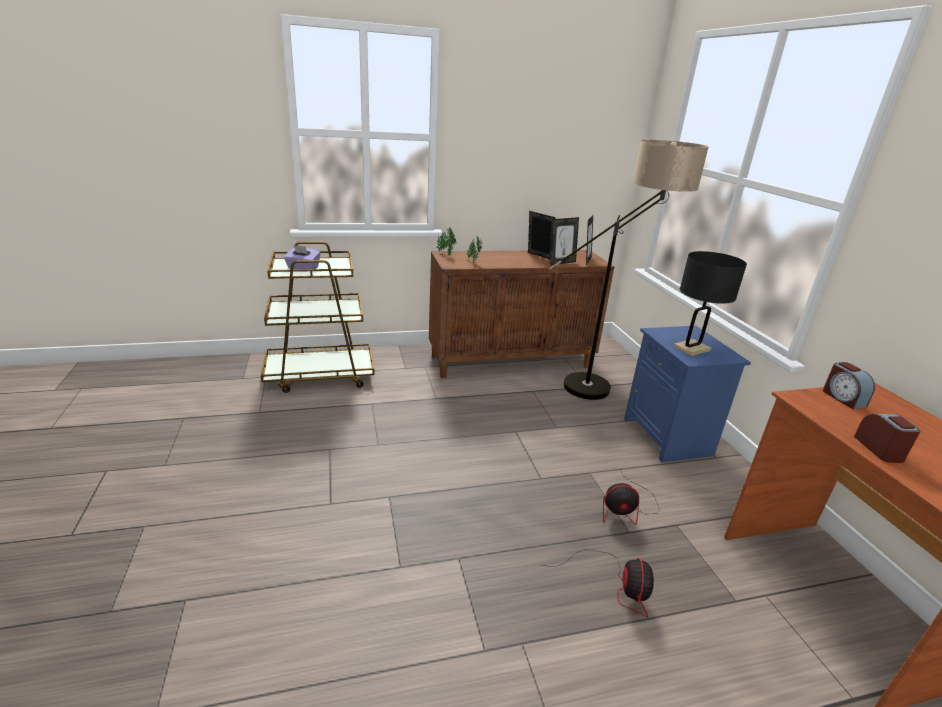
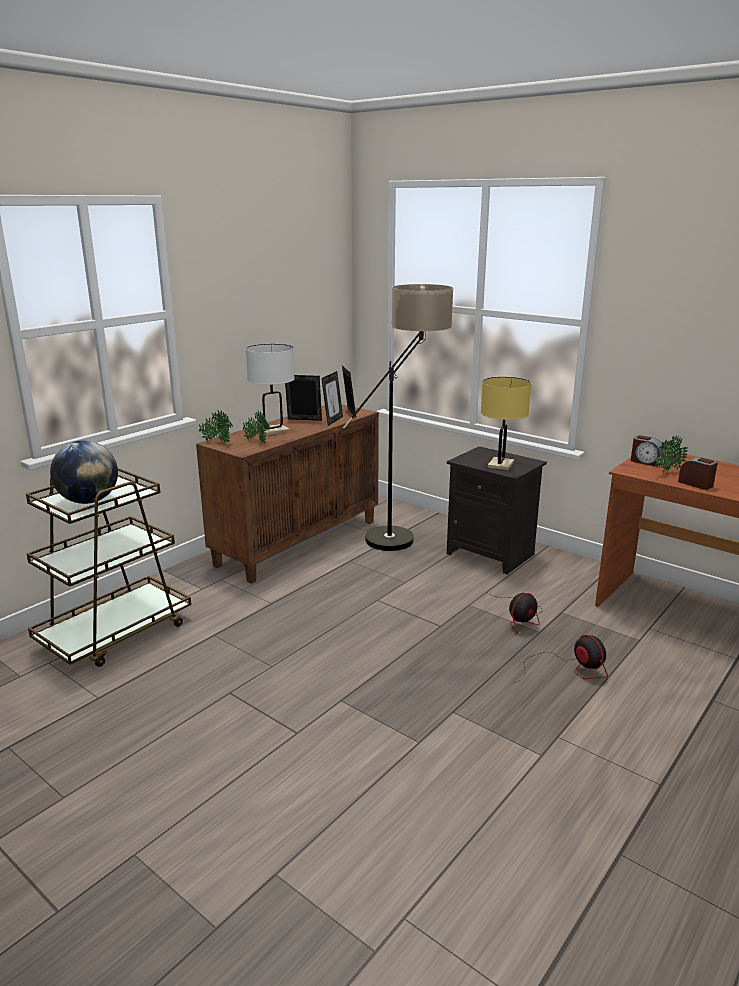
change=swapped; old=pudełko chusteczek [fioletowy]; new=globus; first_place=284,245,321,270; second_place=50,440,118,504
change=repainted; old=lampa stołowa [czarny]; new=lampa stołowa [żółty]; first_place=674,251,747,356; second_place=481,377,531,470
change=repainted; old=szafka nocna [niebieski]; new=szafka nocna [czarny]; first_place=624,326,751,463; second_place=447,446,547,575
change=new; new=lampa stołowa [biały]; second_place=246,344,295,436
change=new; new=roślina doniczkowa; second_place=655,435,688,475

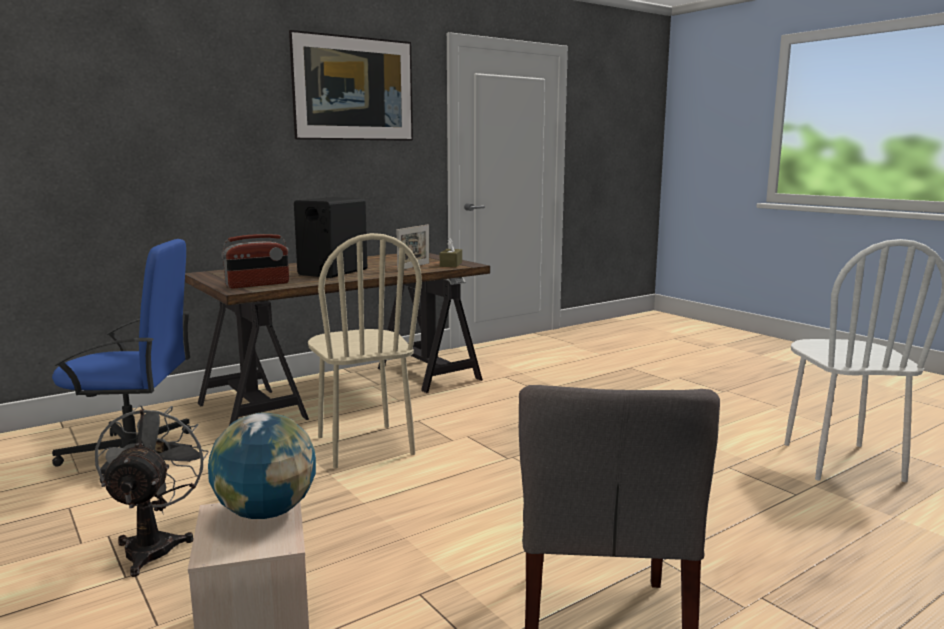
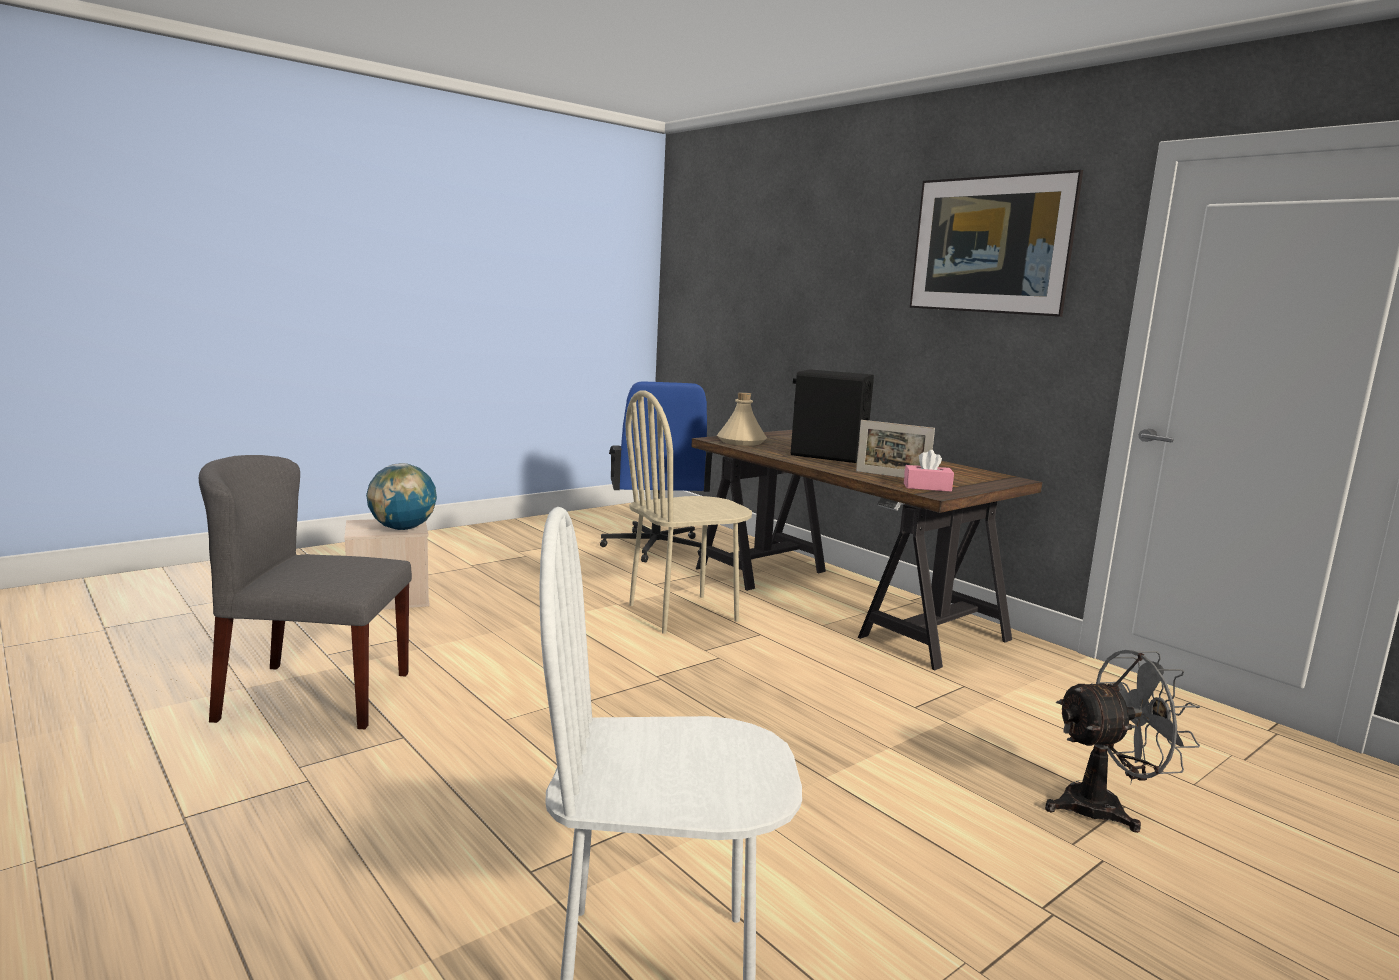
change=swapped; old=radio; new=butelka [beżowy]; first_place=221,234,289,289; second_place=717,392,767,446
change=repainted; old=pudełko chusteczek [brązowy]; new=pudełko chusteczek [różowy]; first_place=440,238,462,267; second_place=904,450,954,492
change=shifted; old=wentylator [szary]; first_place=95,405,209,577; second_place=1045,650,1200,833

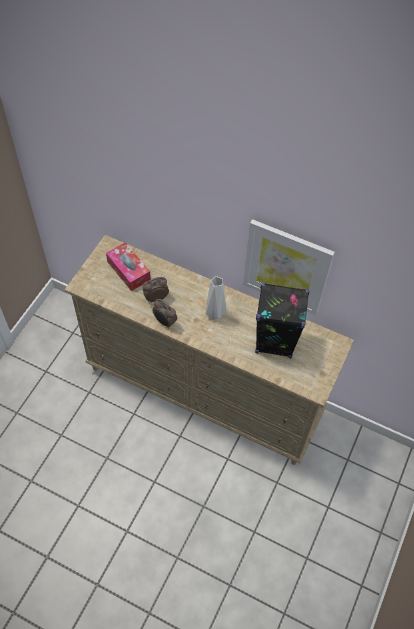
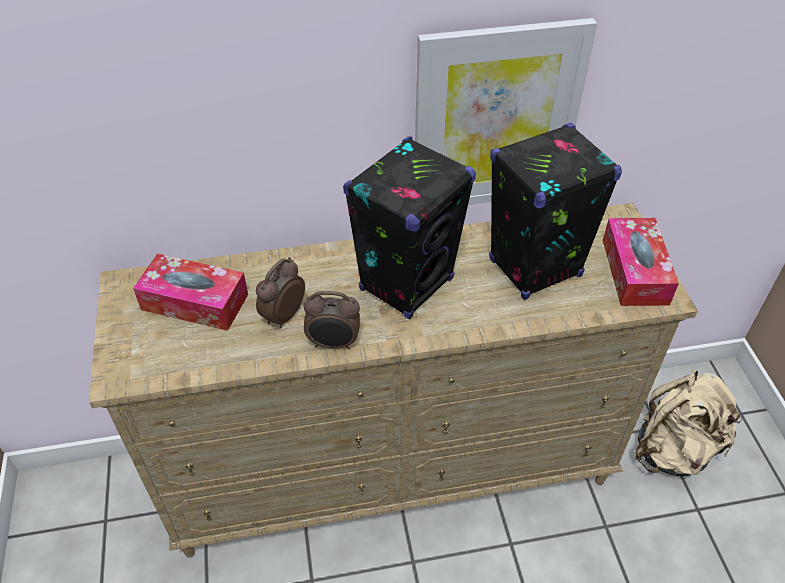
change=swapped; old=wazon [szary]; new=głośnik [czarny]; first_place=206,276,227,320; second_place=343,137,476,319
change=new; new=pudełko chusteczek; second_place=603,218,679,306
change=new; new=plecak [beżowy]; second_place=635,369,743,476

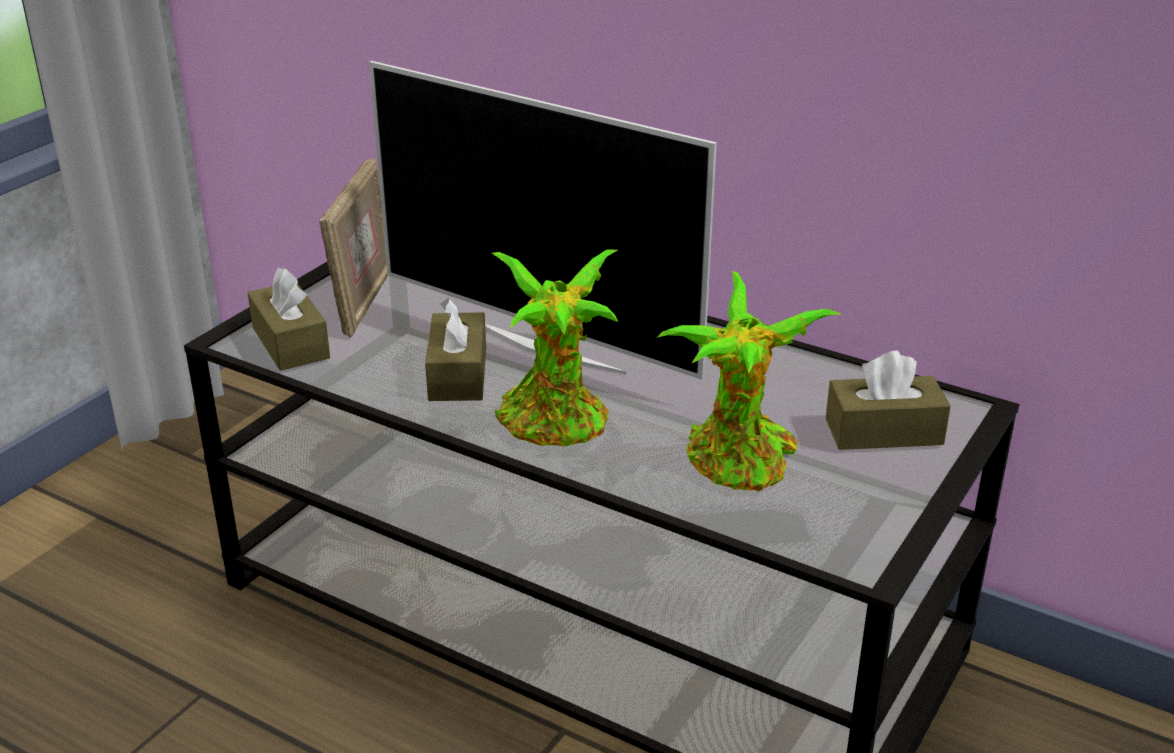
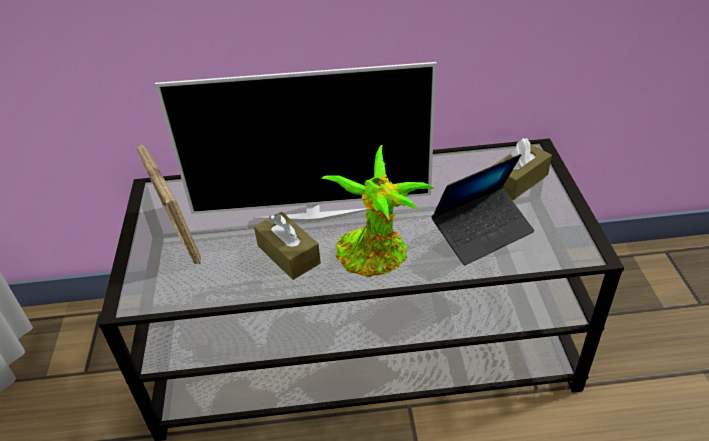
change=gone; old=pudełko chusteczek [brązowy]; first_place=248,268,330,371
change=swapped; old=roślina doniczkowa; new=laptop; first_place=656,271,842,492; second_place=431,154,534,265

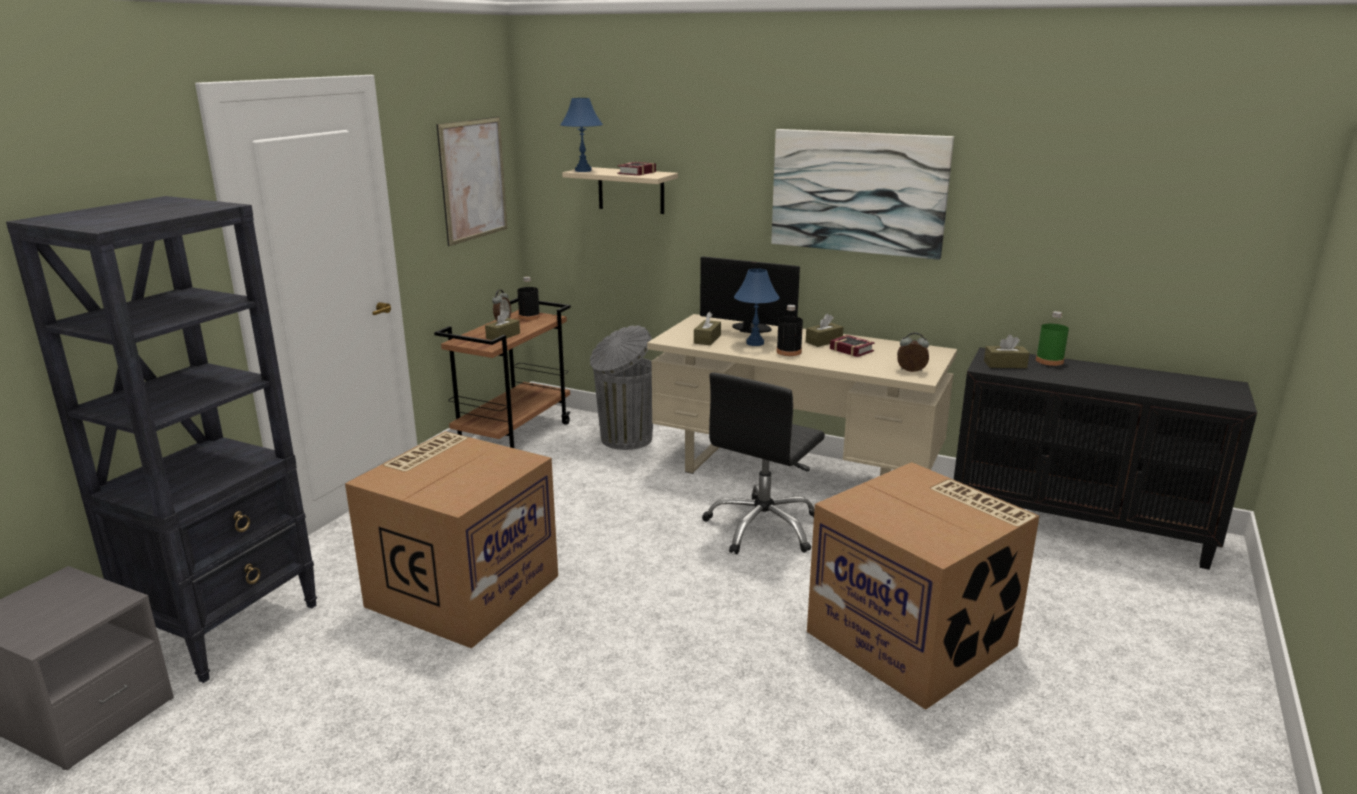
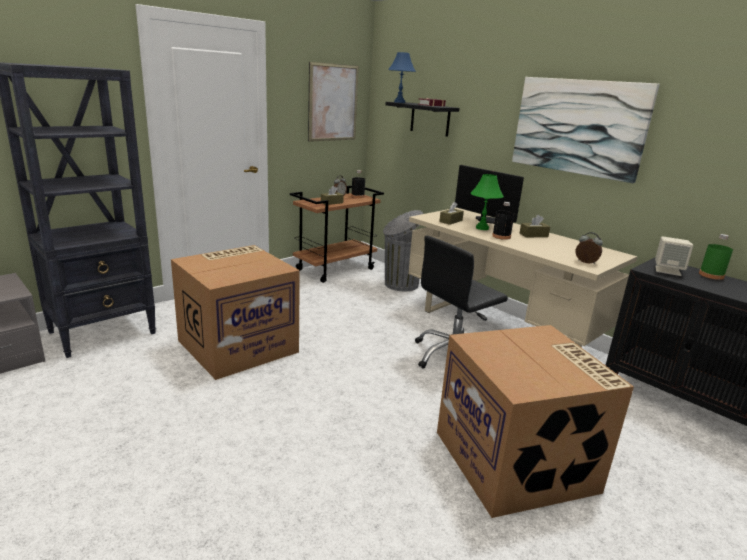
change=repainted; old=półka [beżowy]; new=półka [czarny]; first_place=562,167,678,214; second_place=385,102,460,137
change=repainted; old=lampa stołowa [niebieski]; new=lampa stołowa [zielony]; first_place=734,268,780,346; second_place=471,174,504,230
change=swapped; old=pudełko chusteczek [brązowy]; new=głośnik [beżowy]; first_place=984,334,1029,368; second_place=655,236,693,276
change=gone; old=książka; first_place=830,335,875,357

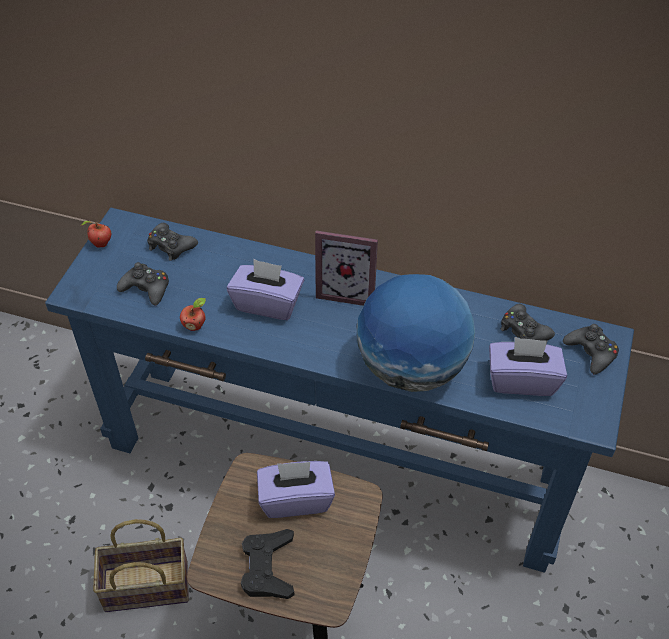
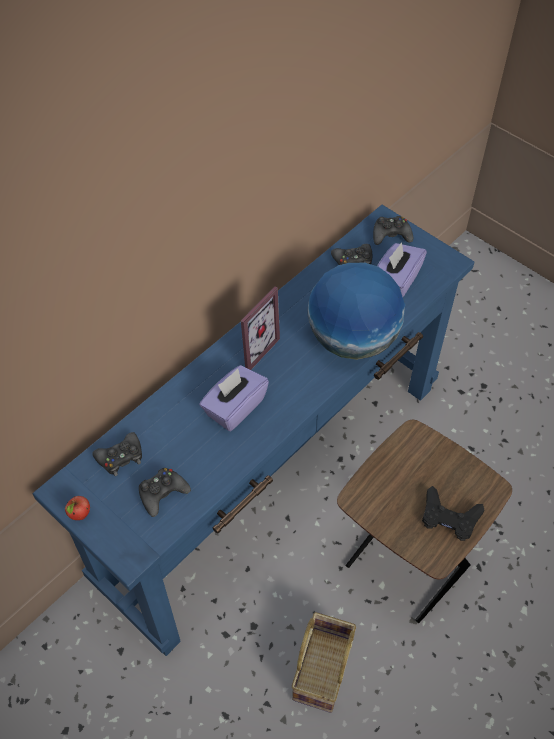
change=gone; old=jabłko; first_place=180,298,206,331
change=gone; old=pudełko chusteczek [fioletowy]; first_place=257,461,335,518

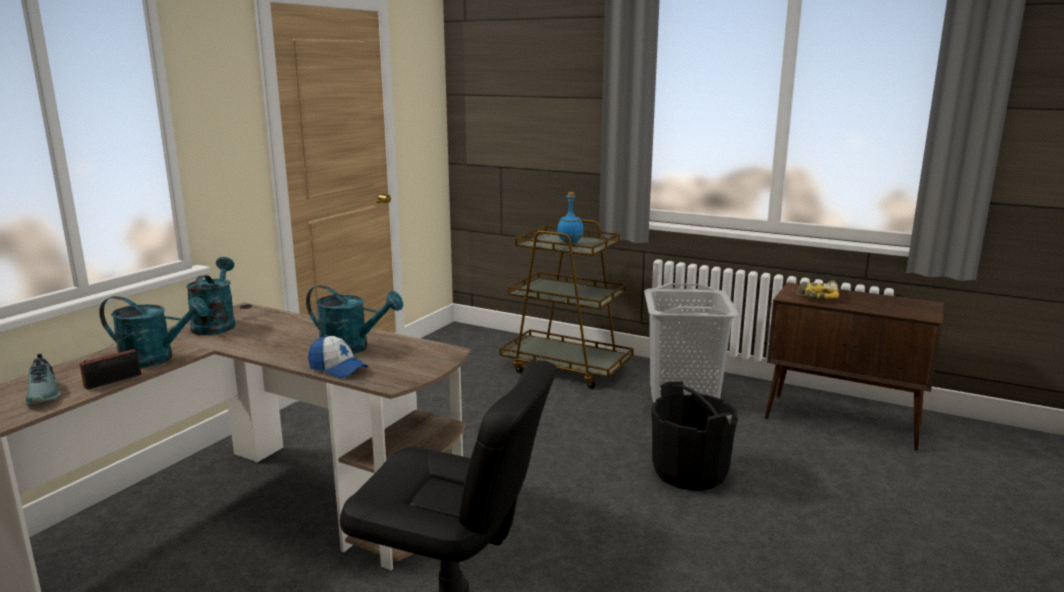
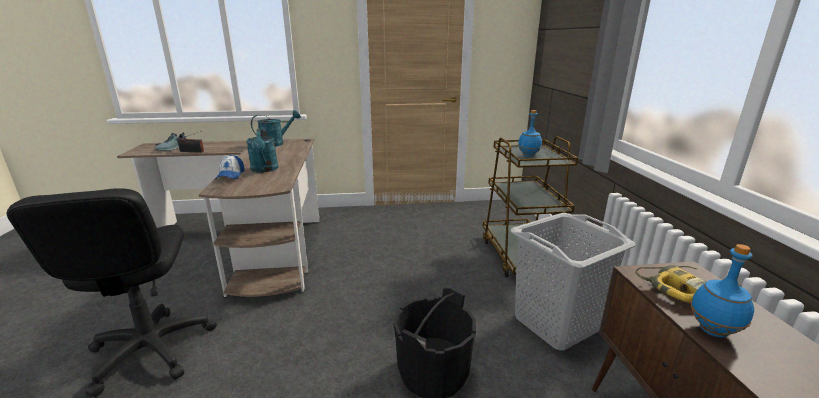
change=gone; old=konewka [turkusowy]; first_place=100,296,208,368
change=new; new=butelka [niebieski]; second_place=691,244,754,337

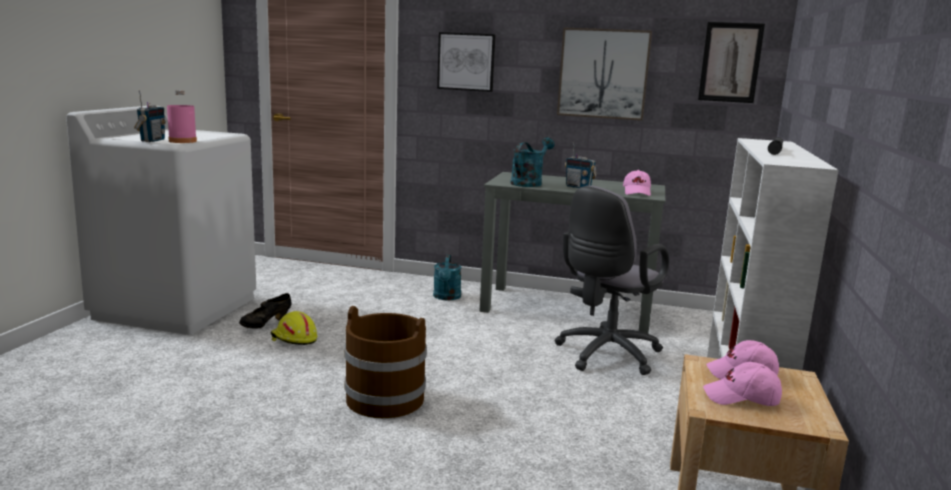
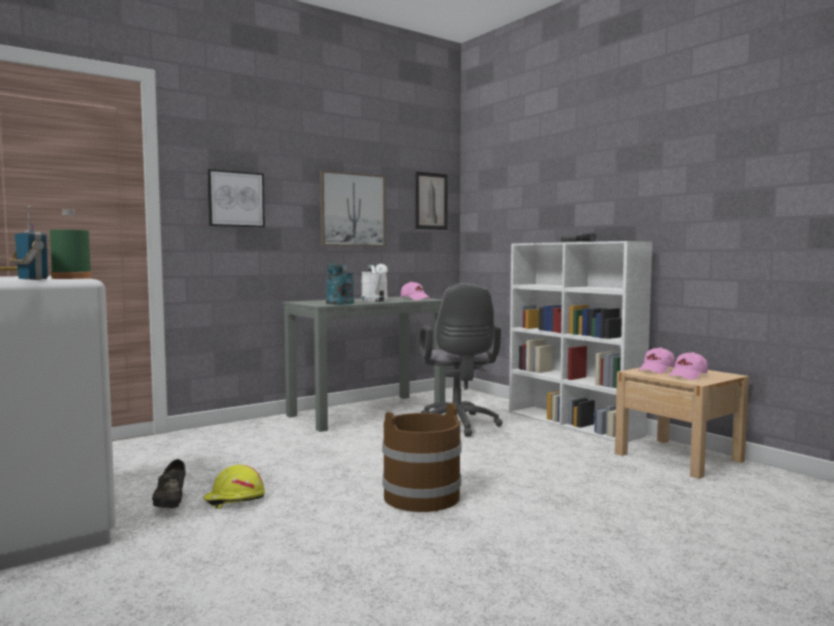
change=repainted; old=butelka [różowy]; new=butelka [zielony]; first_place=167,90,197,143; second_place=50,209,92,279
change=swapped; old=radio; new=konewka [biały]; first_place=565,142,597,188; second_place=361,264,388,302
change=gone; old=konewka [turkusowy]; first_place=433,254,461,300

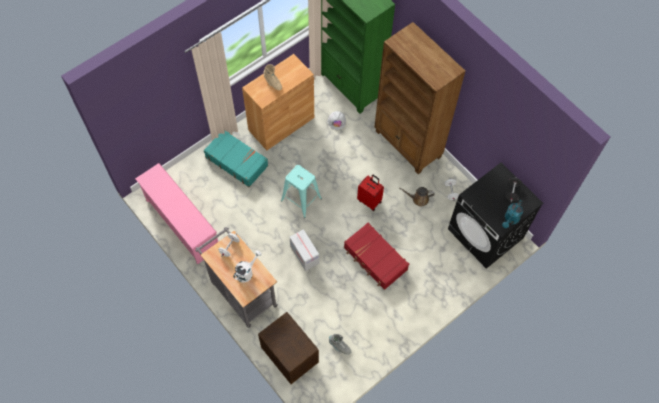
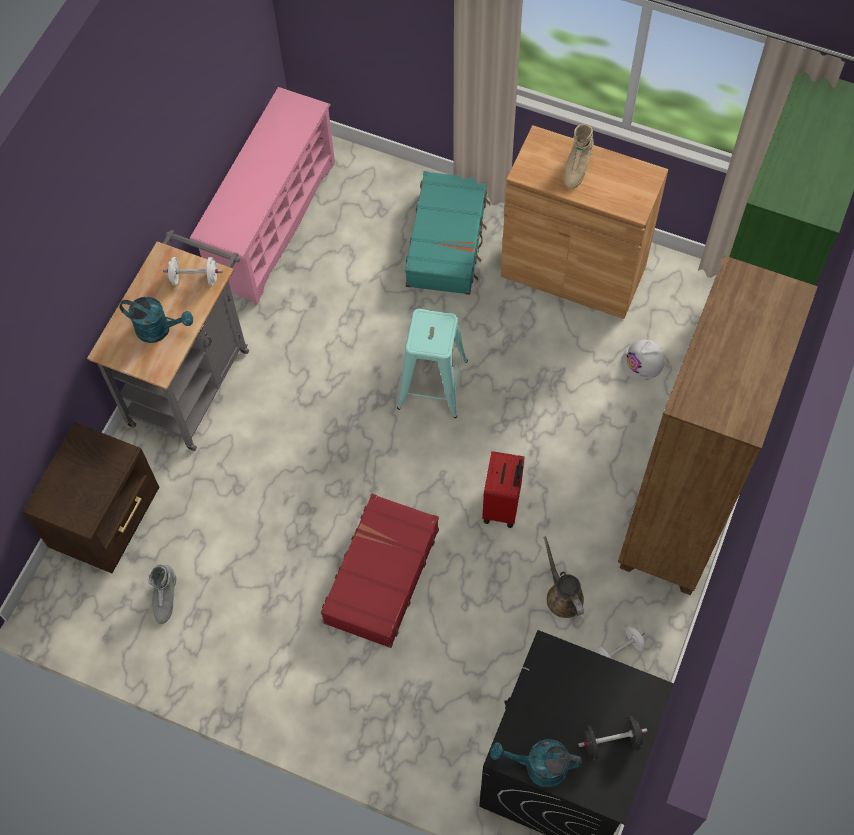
change=gone; old=karton; first_place=290,229,319,271
change=repainted; old=konewka [biały]; new=konewka [turkusowy]; first_place=233,251,262,283; second_place=119,297,193,343

